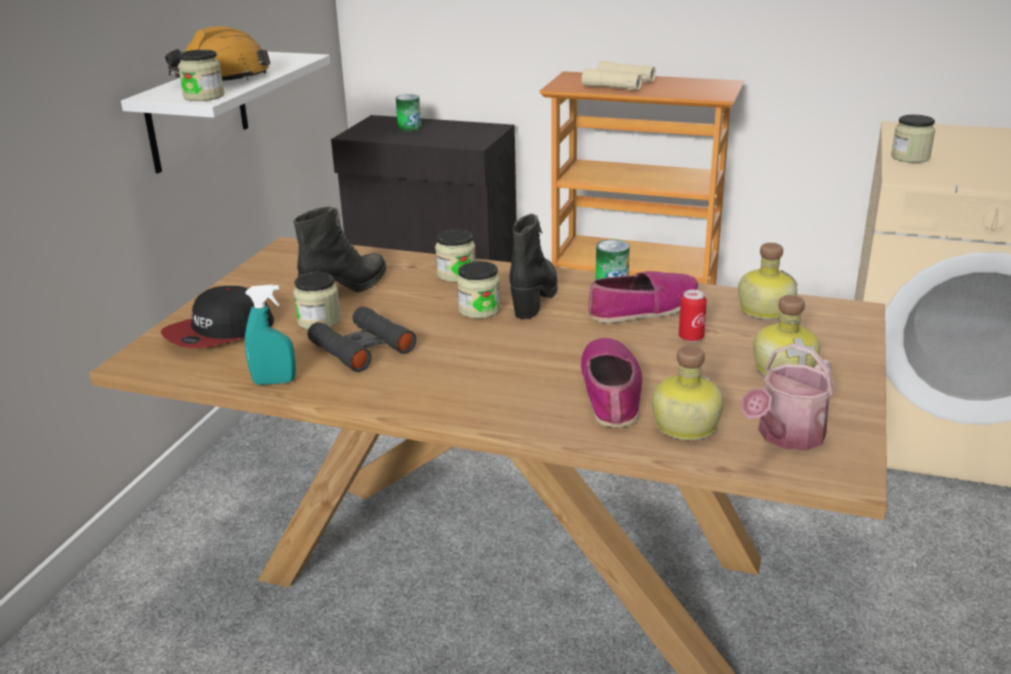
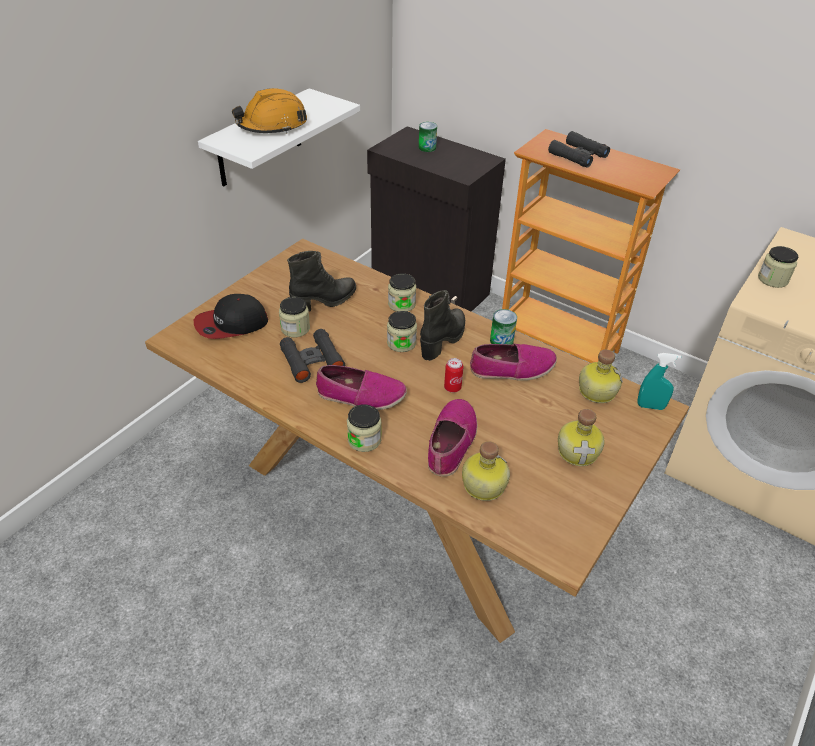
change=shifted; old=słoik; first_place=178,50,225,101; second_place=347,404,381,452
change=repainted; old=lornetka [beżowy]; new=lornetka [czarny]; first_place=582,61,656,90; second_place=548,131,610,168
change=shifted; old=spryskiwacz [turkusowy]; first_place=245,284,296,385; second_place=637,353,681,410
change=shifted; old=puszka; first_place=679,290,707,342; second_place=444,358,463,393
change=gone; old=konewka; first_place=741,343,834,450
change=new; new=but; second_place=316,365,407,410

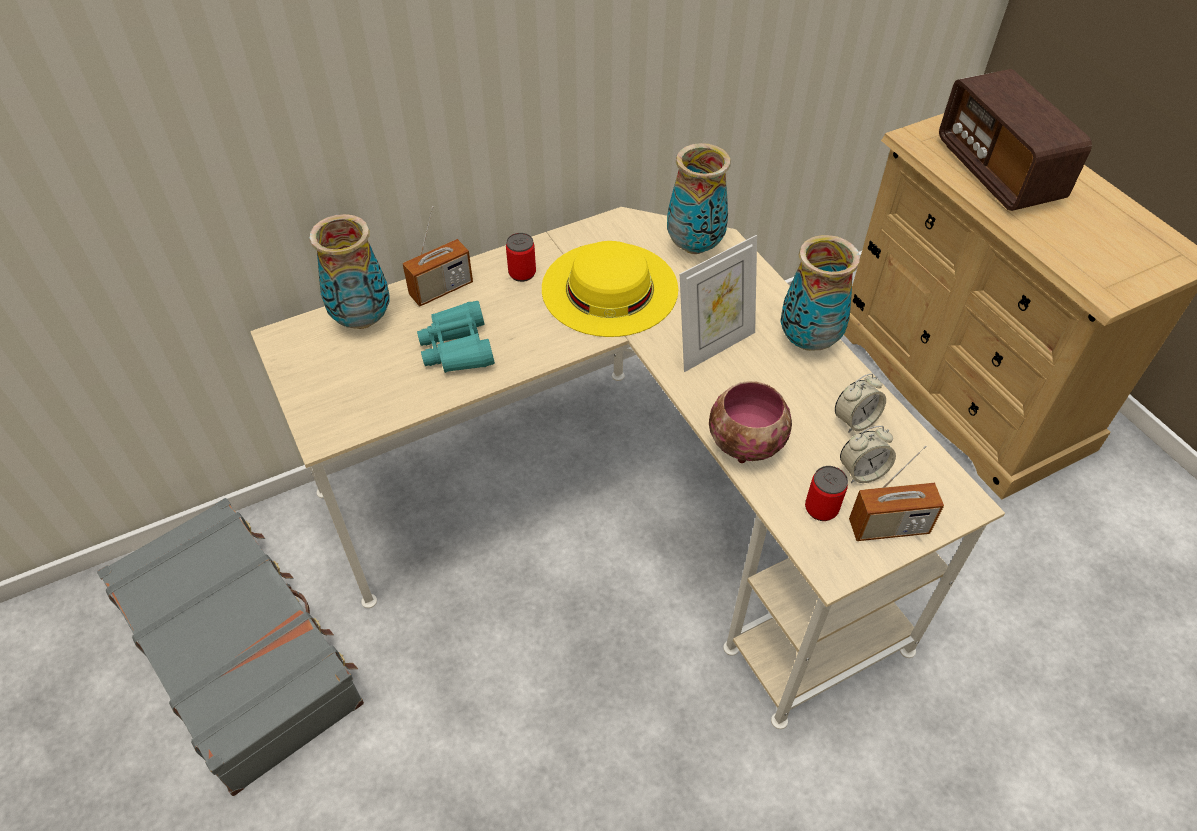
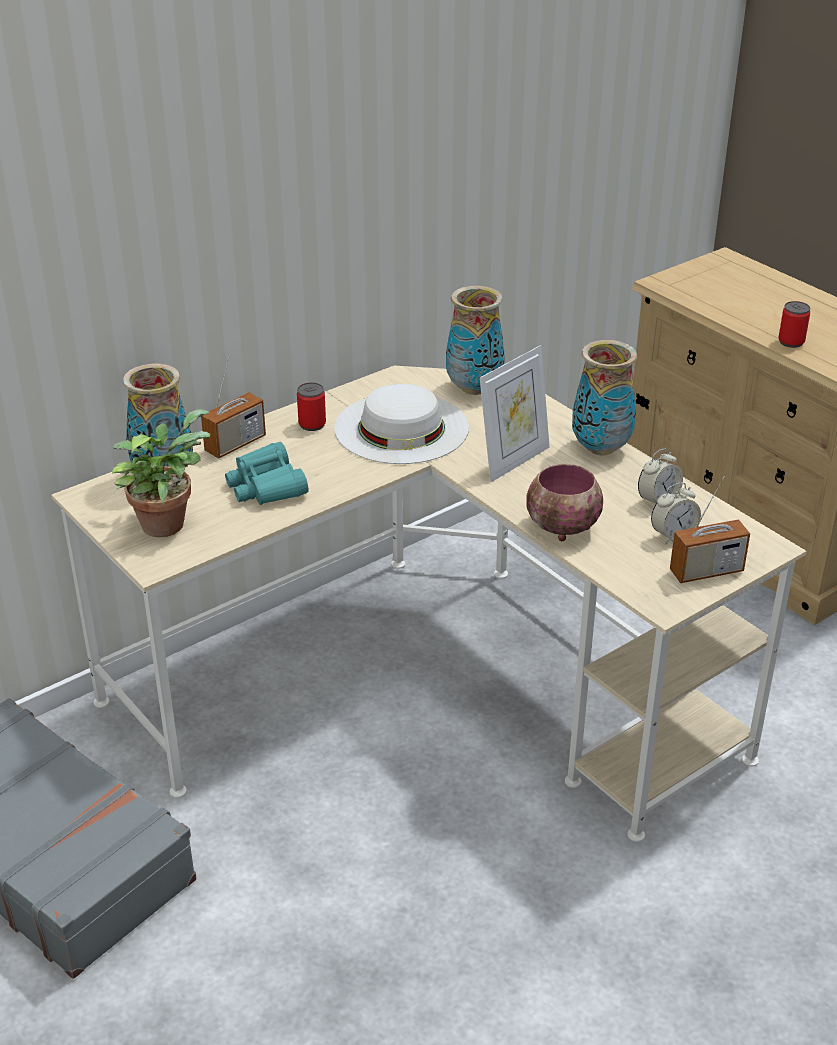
change=gone; old=radio; first_place=939,69,1092,211
change=repainted; old=kapelusz [żółty]; new=kapelusz [biały]; first_place=542,241,678,337; second_place=334,384,469,464
change=shifted; old=puszka; first_place=805,466,848,521; second_place=778,301,810,348
change=new; new=roślina doniczkowa; second_place=112,409,210,537

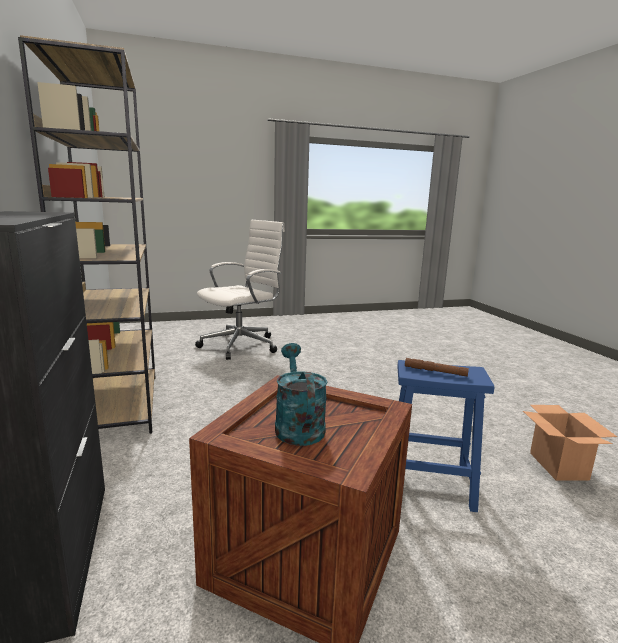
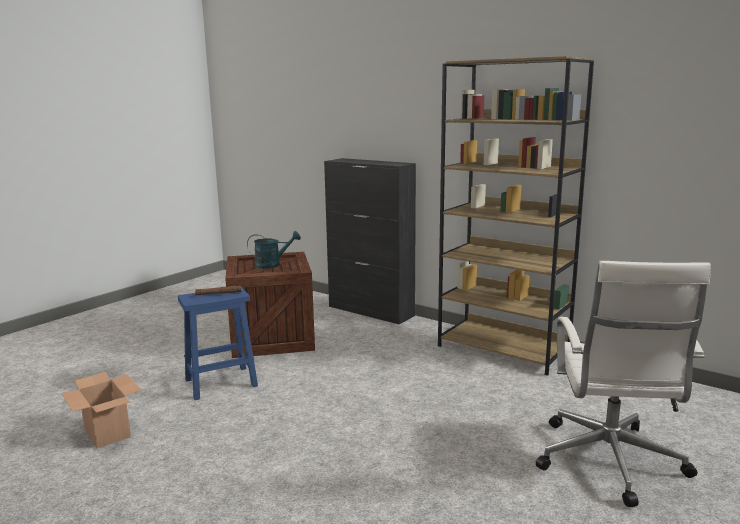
change=rotated; old=konewka [turkusowy]; first_place=275,343,328,446; second_place=247,231,301,269; degrees=-60

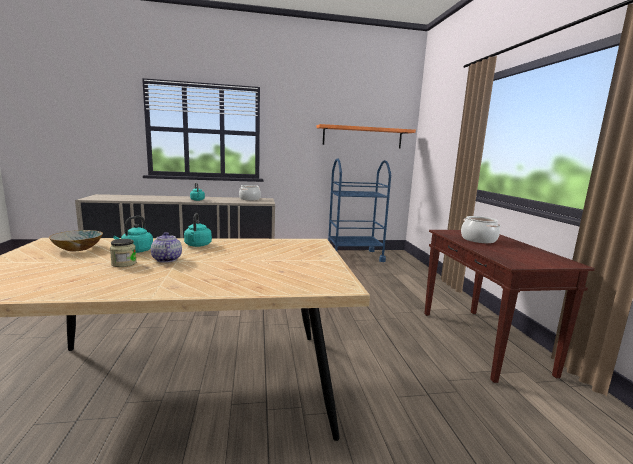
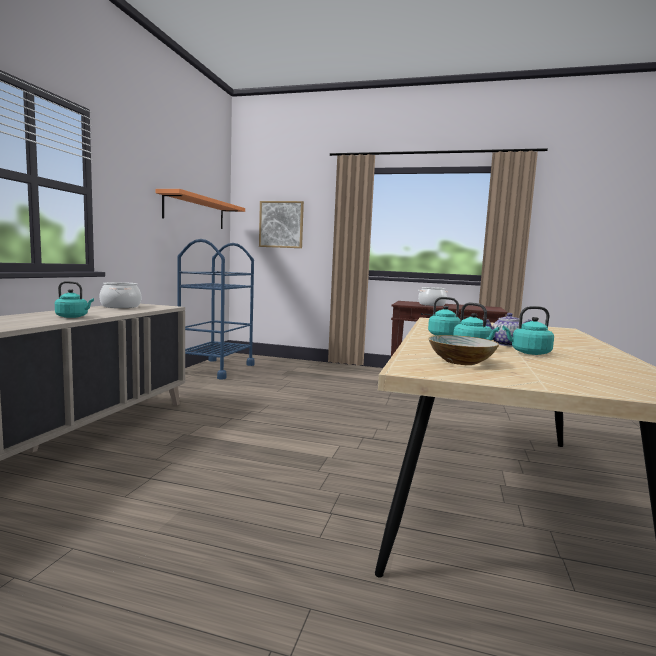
change=swapped; old=słoik; new=czajnik [turkusowy]; first_place=110,239,137,267; second_place=502,306,554,355
change=new; new=obraz; second_place=259,201,304,248

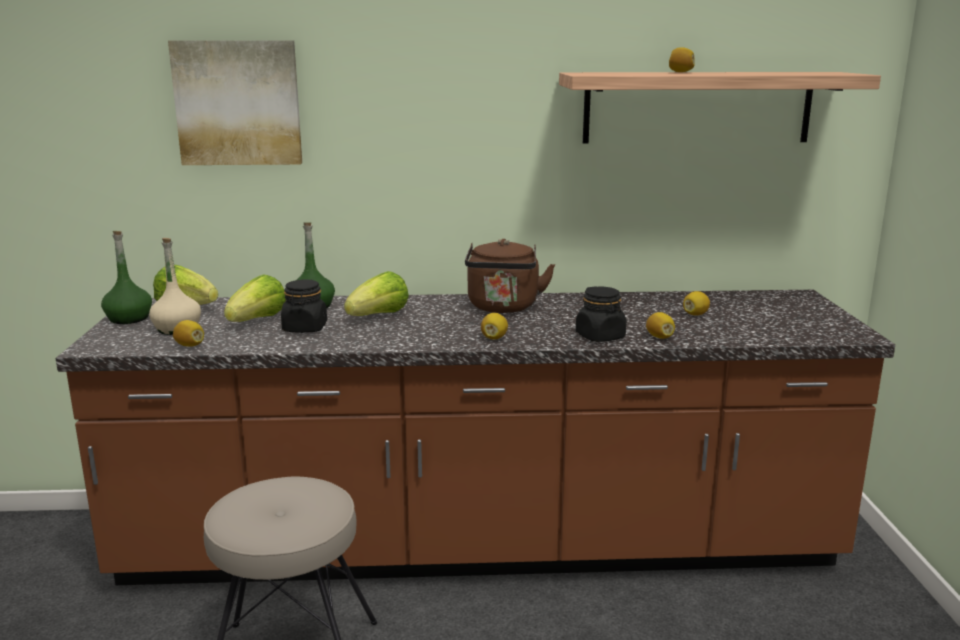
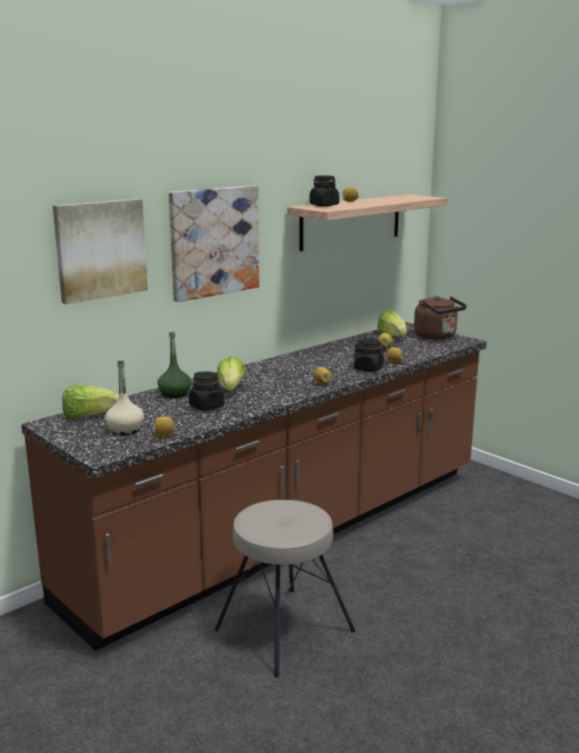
change=gone; old=butelka [zielony]; first_place=101,231,152,324
change=shifted; old=czajnik [brązowy]; first_place=465,239,555,313; second_place=414,296,467,340
change=shifted; old=sałata; first_place=224,274,286,322; second_place=377,310,407,336
change=new; new=słoik [czarny]; second_place=309,176,339,207
change=new; new=obraz; second_place=169,185,259,302

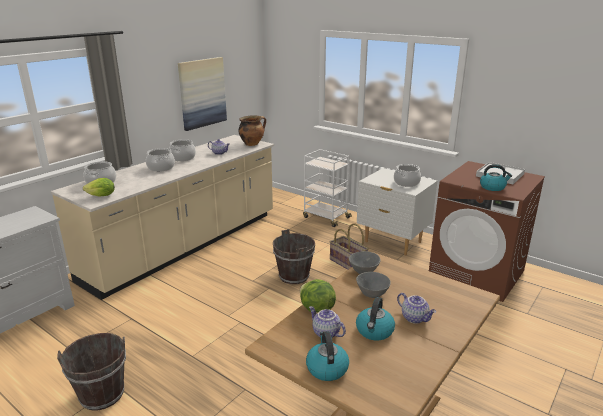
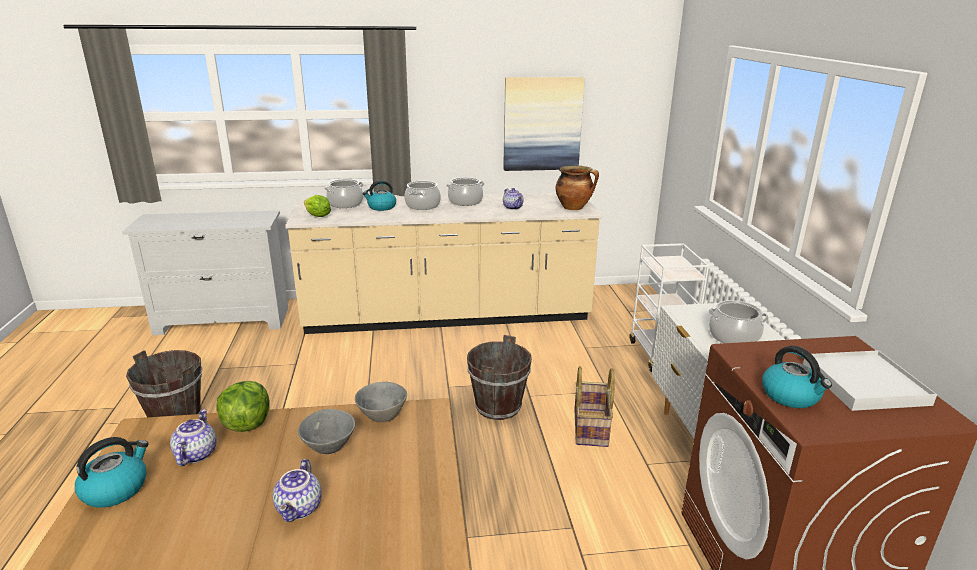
change=shifted; old=czajnik; first_place=356,297,395,341; second_place=363,180,396,211

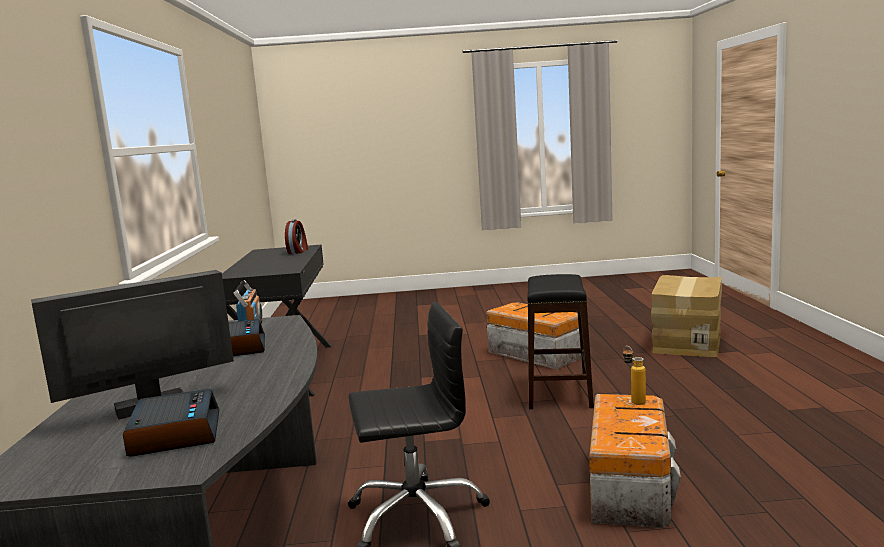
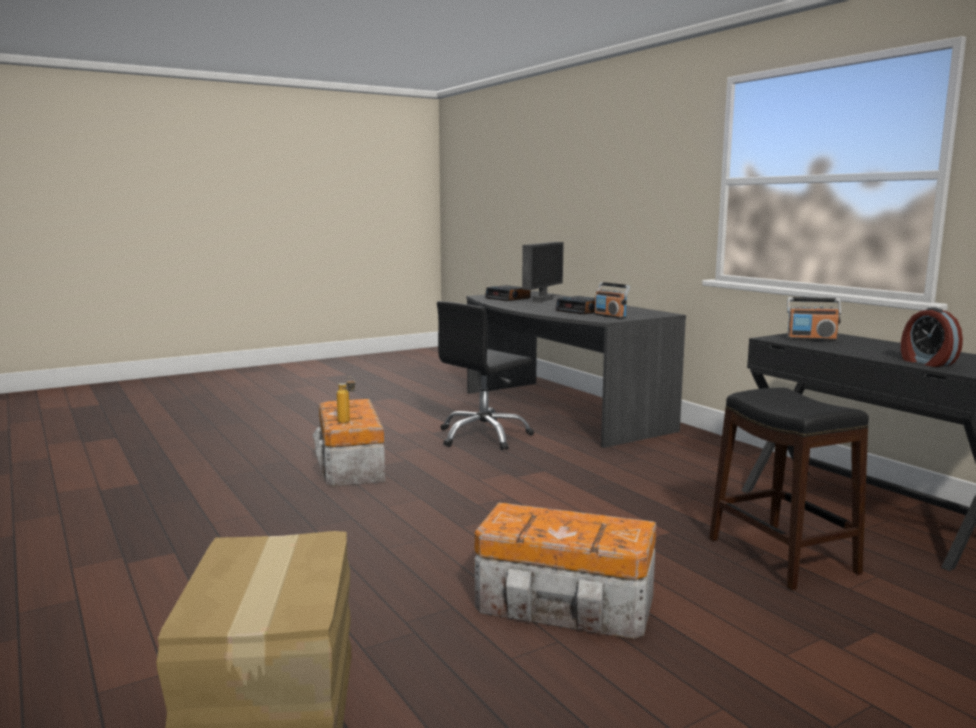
change=shifted; old=stołek [czarny]; first_place=527,274,594,409; second_place=709,388,869,590
change=new; new=radio; second_place=787,297,841,341

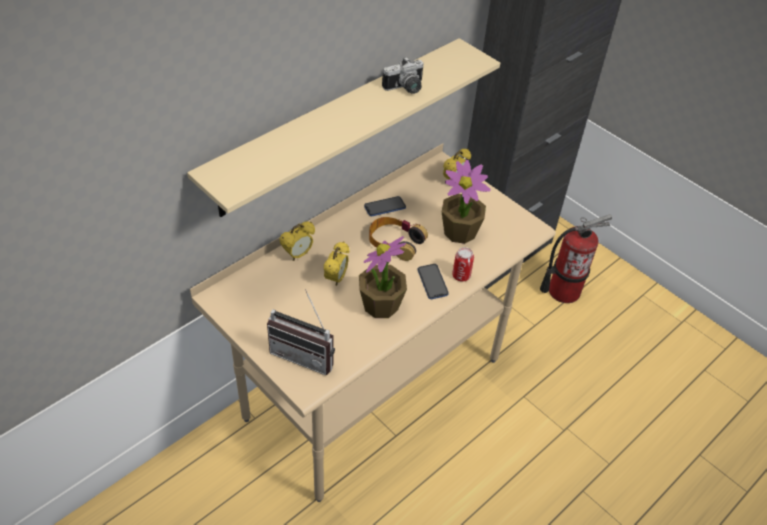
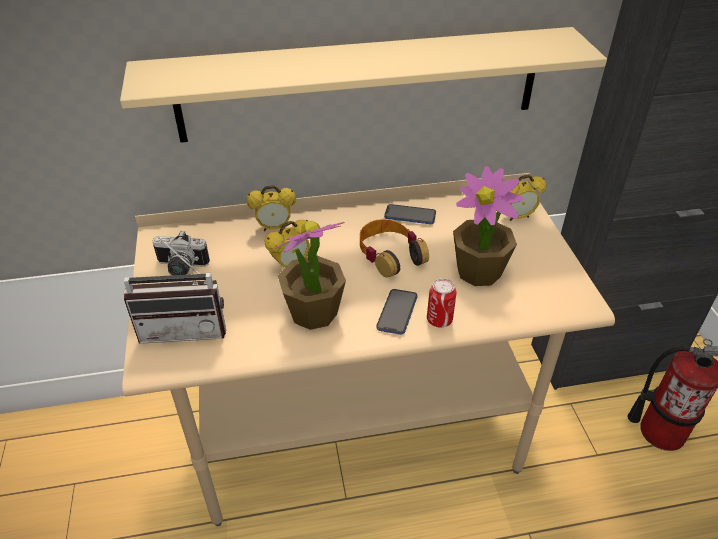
change=shifted; old=aparat fotograficzny; first_place=382,57,424,94; second_place=153,231,210,275
change=rotated; old=radio; first_place=267,289,335,375; second_place=123,236,226,344; degrees=-60

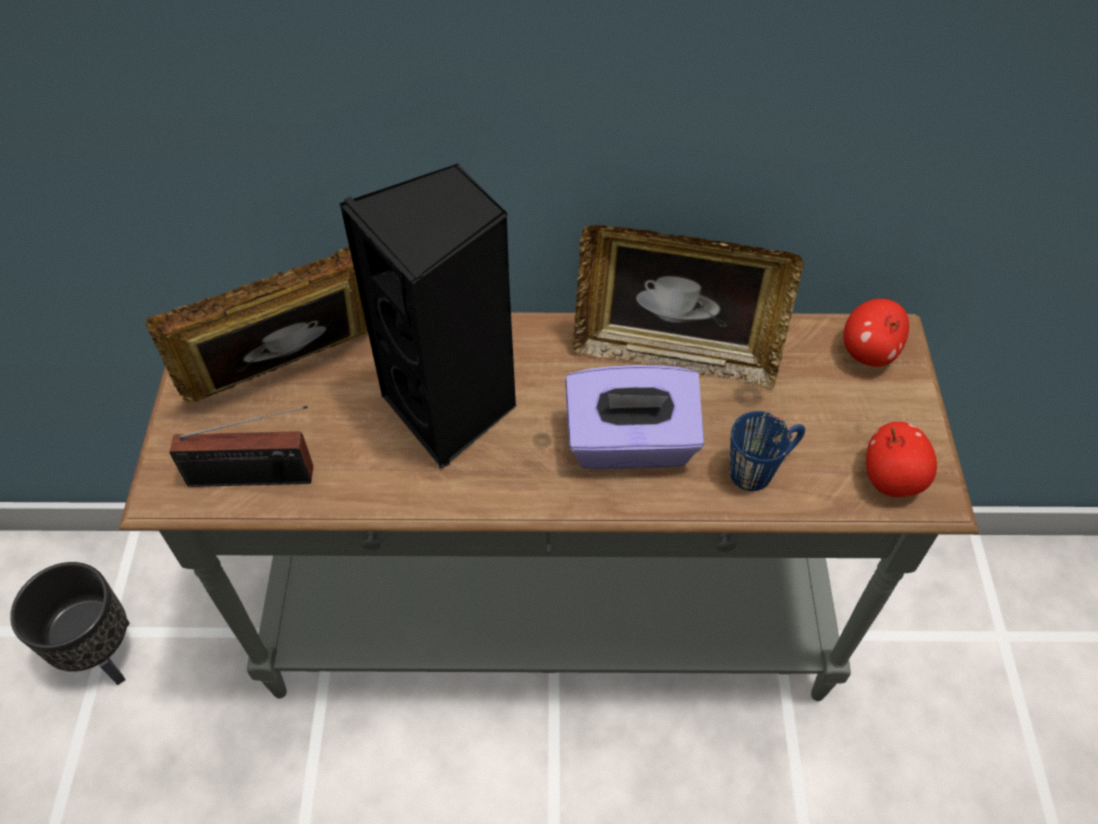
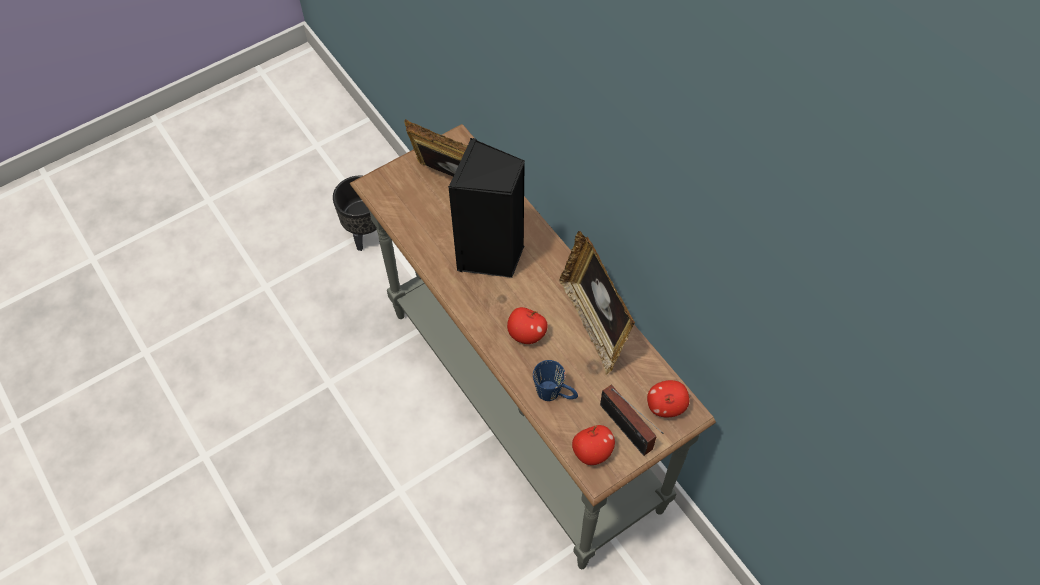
change=swapped; old=pudełko chusteczek [fioletowy]; new=jabłko; first_place=565,365,704,469; second_place=507,307,548,344
change=shifted; old=radio; first_place=170,405,313,487; second_place=600,385,664,456

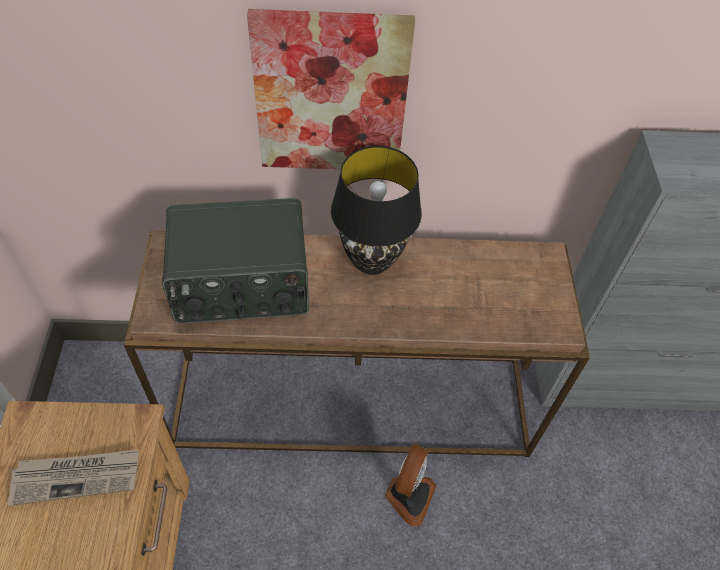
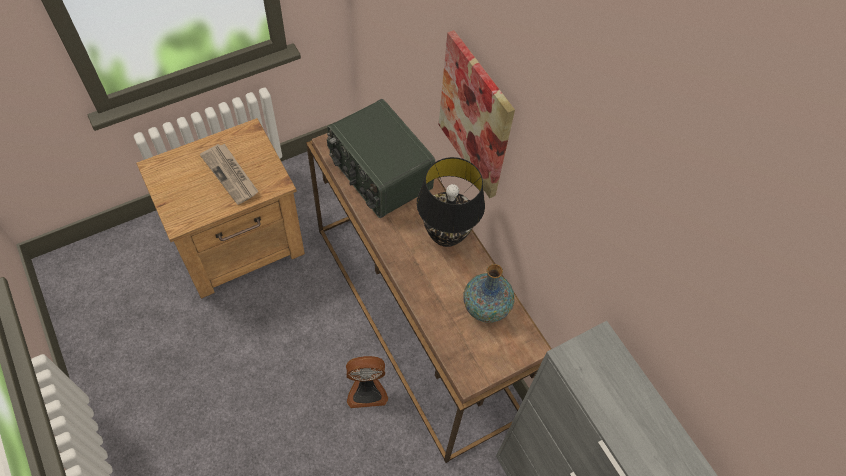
change=new; new=wazon; second_place=463,264,514,322

